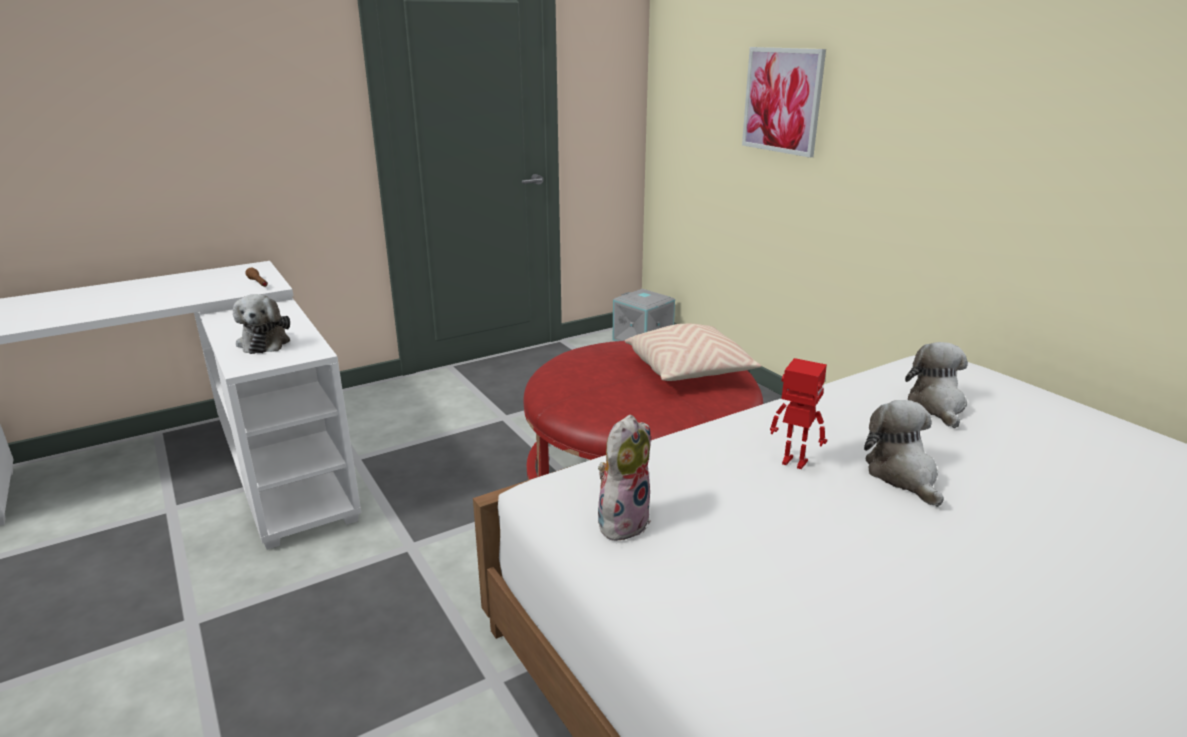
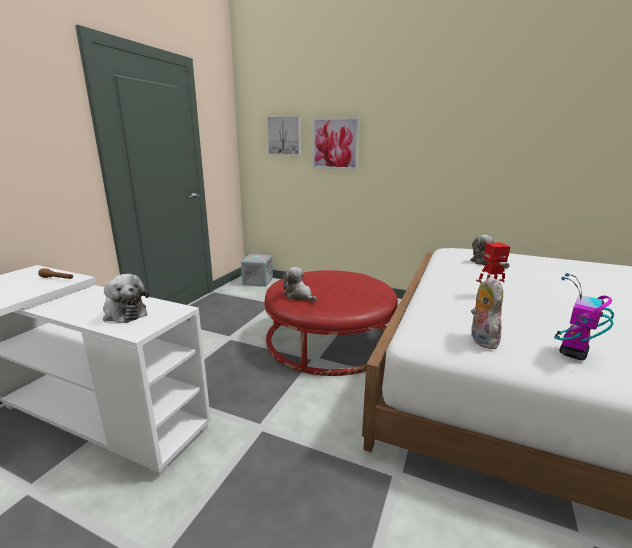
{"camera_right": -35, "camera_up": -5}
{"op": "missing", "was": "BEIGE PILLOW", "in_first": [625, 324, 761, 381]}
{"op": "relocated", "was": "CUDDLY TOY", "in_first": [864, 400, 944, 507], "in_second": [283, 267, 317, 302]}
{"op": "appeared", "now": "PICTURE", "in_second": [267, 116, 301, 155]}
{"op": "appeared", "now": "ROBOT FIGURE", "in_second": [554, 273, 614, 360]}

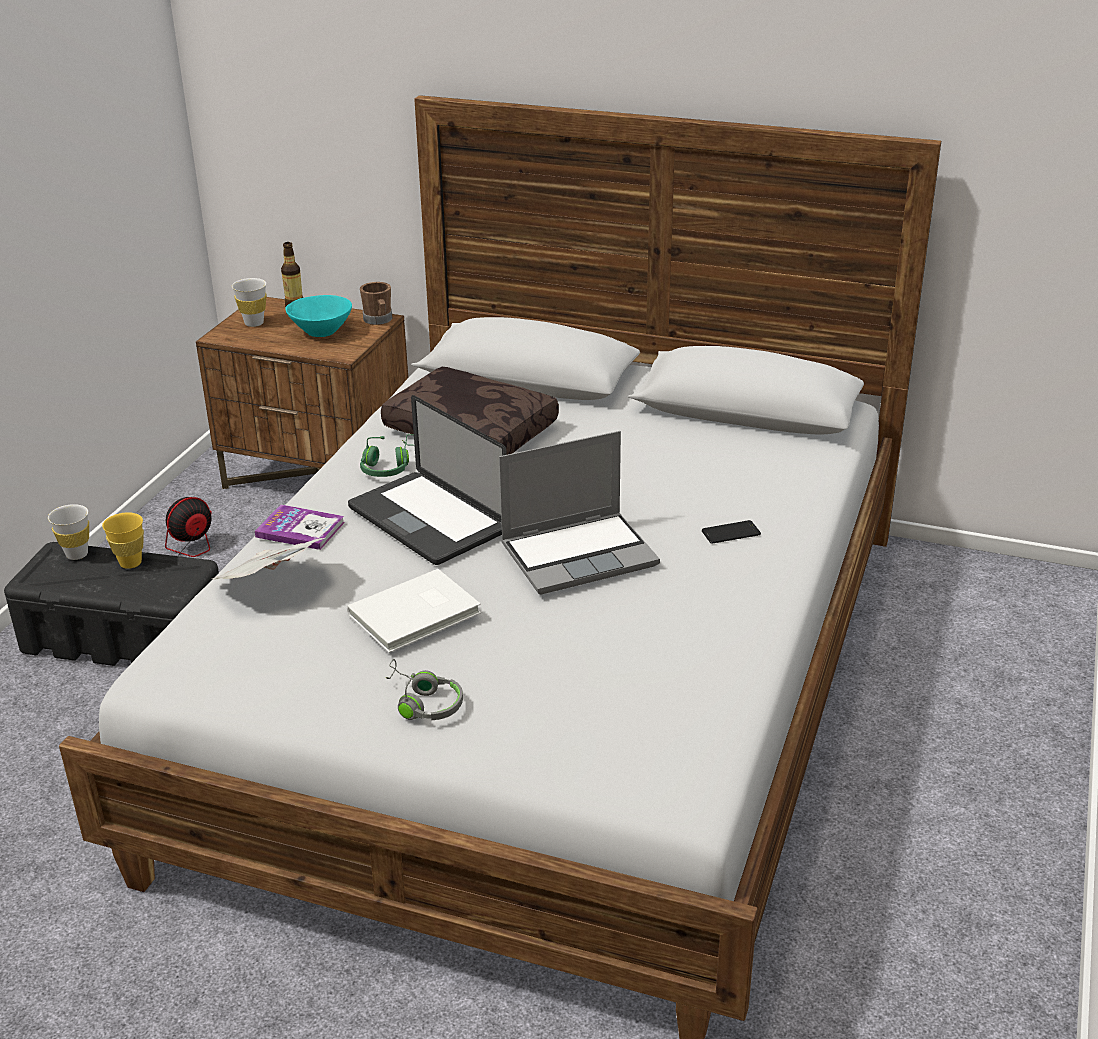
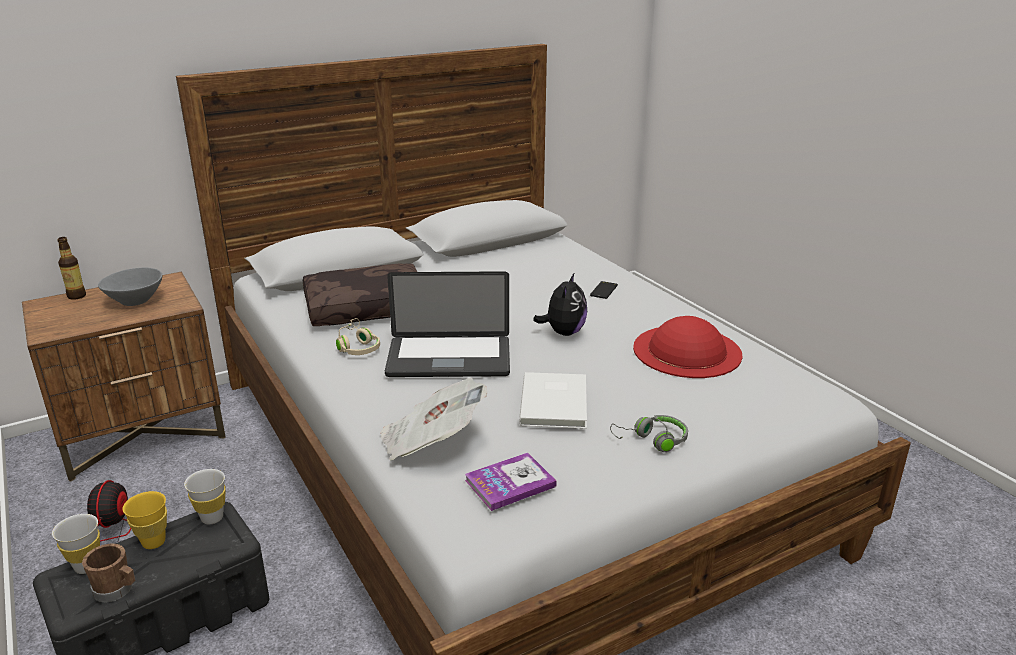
{"camera_right": -50, "camera_up": -5}
{"op": "relocated", "was": "WHITE DRINKING CUP", "in_first": [232, 278, 267, 327], "in_second": [184, 469, 226, 524]}
{"op": "relocated", "was": "BROWN-COLOURED TEA MUG", "in_first": [360, 282, 392, 325], "in_second": [82, 543, 135, 603]}
{"op": "colour", "was": "TURQUOISE DEEP DISH", "now": "GREY DEEP DISH", "in_first": [285, 295, 352, 337], "in_second": [98, 267, 162, 306]}
{"op": "exchanged", "was": "PORTABLE COMPUTER", "now": "CUDDLY TOY", "in_first": [499, 431, 660, 595], "in_second": [533, 272, 587, 336]}
{"op": "colour", "was": "GREENISH HEADSET", "now": "BEIGE HEADSET", "in_first": [360, 434, 414, 477], "in_second": [336, 318, 380, 355]}
{"op": "relocated", "was": "BOUND BOOK", "in_first": [255, 505, 345, 550], "in_second": [465, 452, 557, 511]}
{"op": "appeared", "now": "RED-COLOURED HAT", "in_second": [633, 316, 743, 378]}

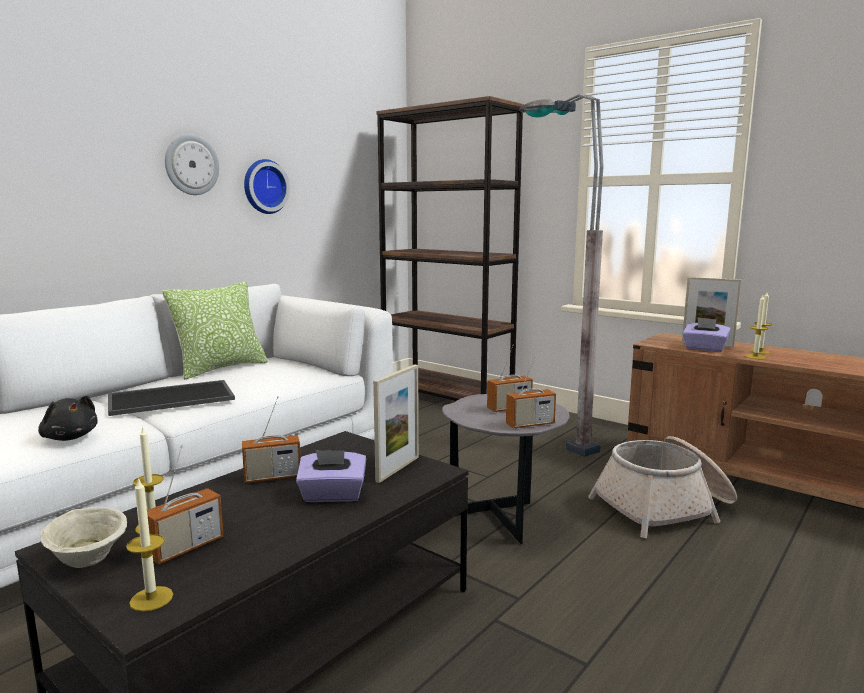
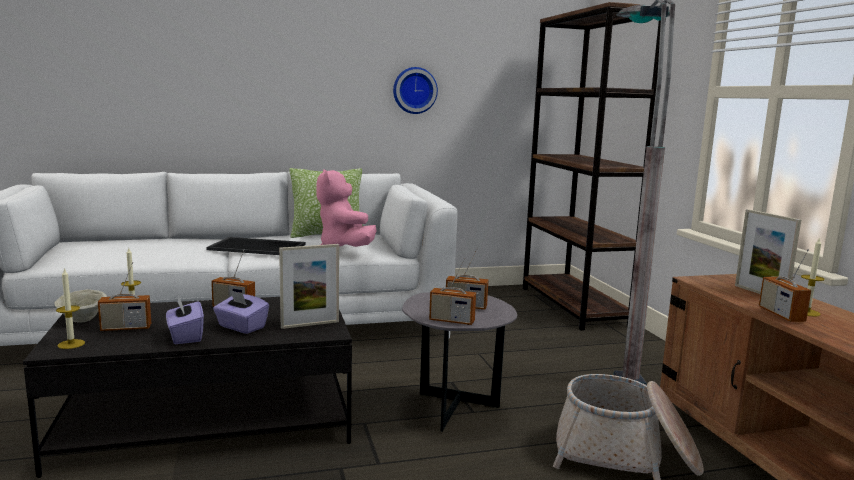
{"camera_right": 35, "camera_up": 0}
{"op": "missing", "was": "WALL CLOCK", "in_first": [165, 134, 219, 195]}
{"op": "exchanged", "was": "CANDLE", "now": "RADIO", "in_first": [745, 295, 768, 359], "in_second": [759, 249, 811, 322]}
{"op": "relocated", "was": "PURPLE TISSUE HOLDER", "in_first": [683, 317, 731, 352], "in_second": [166, 295, 204, 344]}
{"op": "missing", "was": "BLACKISH CUDDLY TOY", "in_first": [38, 396, 98, 441]}
{"op": "appeared", "now": "PINKISH CUDDLY TOY", "in_second": [316, 169, 376, 247]}

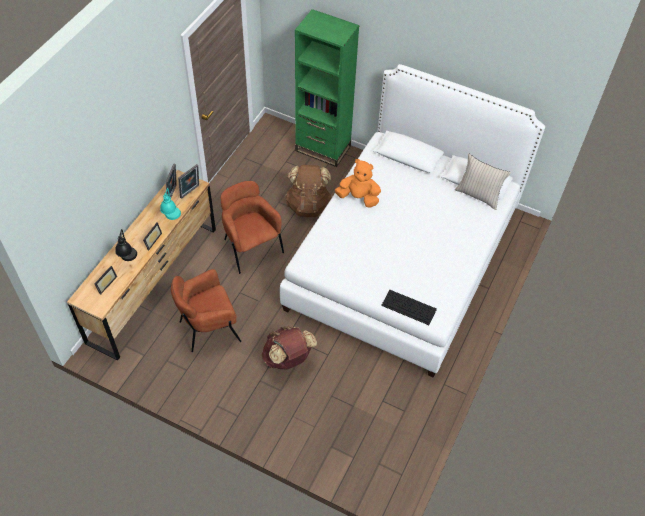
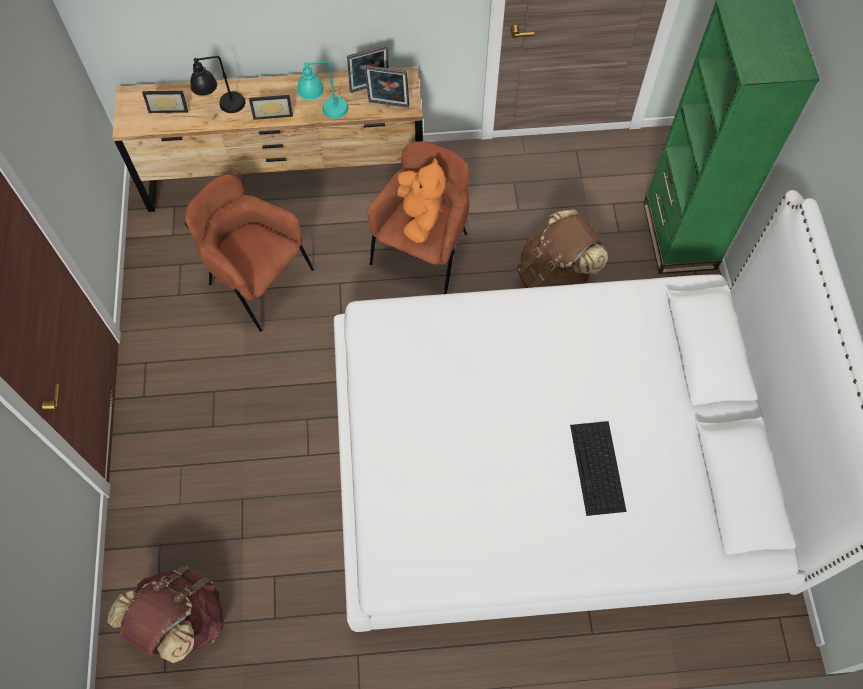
{"camera_right": 60, "camera_up": 10}
{"op": "missing", "was": "BEIGE PILLOW", "in_first": [455, 154, 511, 210]}
{"op": "relocated", "was": "ORANGE CUDDLY TOY", "in_first": [335, 159, 381, 208], "in_second": [397, 157, 445, 243]}
{"op": "relocated", "was": "PC KEYBOARD", "in_first": [381, 290, 437, 325], "in_second": [570, 421, 627, 516]}
{"op": "relocated", "was": "BROWN-COLOURED KNAPSACK", "in_first": [262, 326, 317, 369], "in_second": [107, 565, 224, 663]}

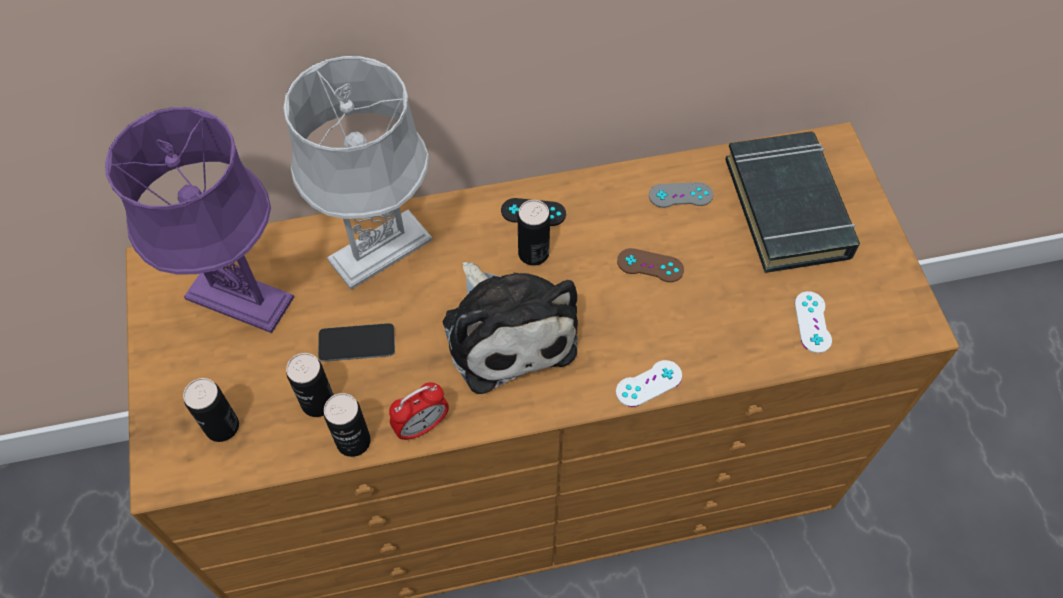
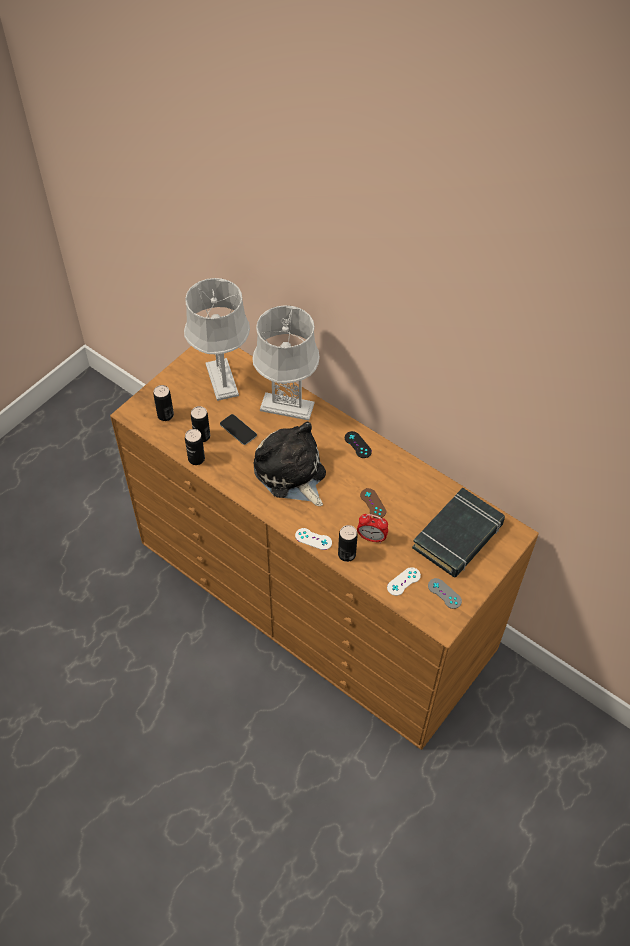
{"camera_right": 50, "camera_up": -5}
{"op": "colour", "was": "PURPLE TABLETOP LAMP", "now": "GREY TABLETOP LAMP", "in_first": [105, 107, 294, 333], "in_second": [184, 278, 250, 401]}
{"op": "relocated", "was": "GREY GAMEPAD", "in_first": [649, 182, 713, 208], "in_second": [428, 578, 462, 609]}
{"op": "relocated", "was": "METAL CAN", "in_first": [517, 200, 550, 266], "in_second": [338, 525, 358, 562]}
{"op": "spun", "was": "CUDDLY TOY", "in_first": [443, 262, 578, 394], "in_second": [254, 422, 326, 506], "clockwise": 120}
{"op": "relocated", "was": "ALARM CLOCK", "in_first": [389, 382, 449, 441], "in_second": [357, 514, 388, 543]}

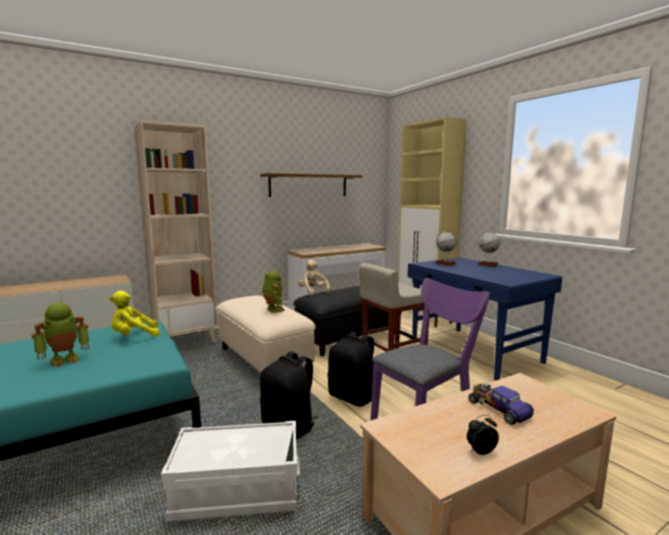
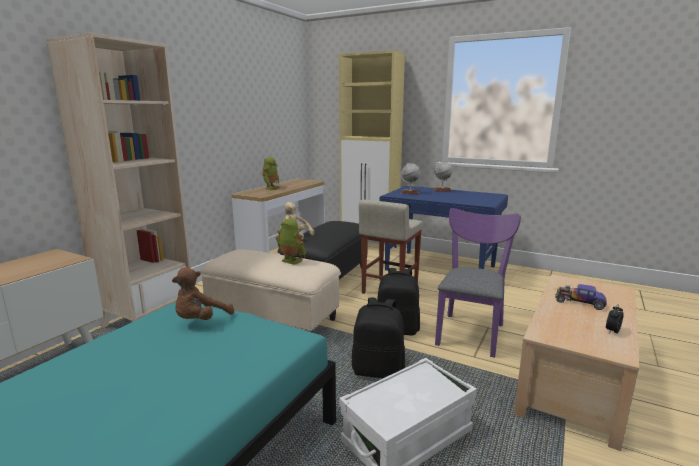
{"camera_right": -30, "camera_up": 5}
{"op": "missing", "was": "SHELF", "in_first": [260, 173, 362, 197]}
{"op": "colour", "was": "YELLOW-COLOURED CUDDLY TOY", "now": "BROWN-COLOURED CUDDLY TOY", "in_first": [109, 291, 160, 337], "in_second": [172, 267, 234, 320]}
{"op": "relocated", "was": "ROBOT FIGURE", "in_first": [32, 302, 90, 367], "in_second": [262, 157, 280, 190]}

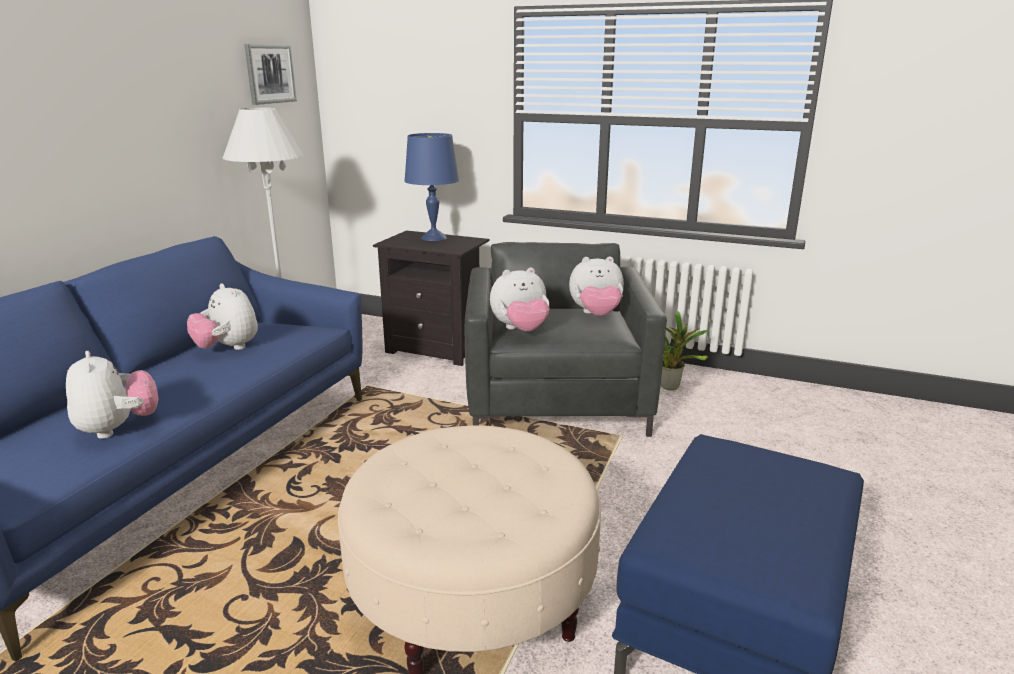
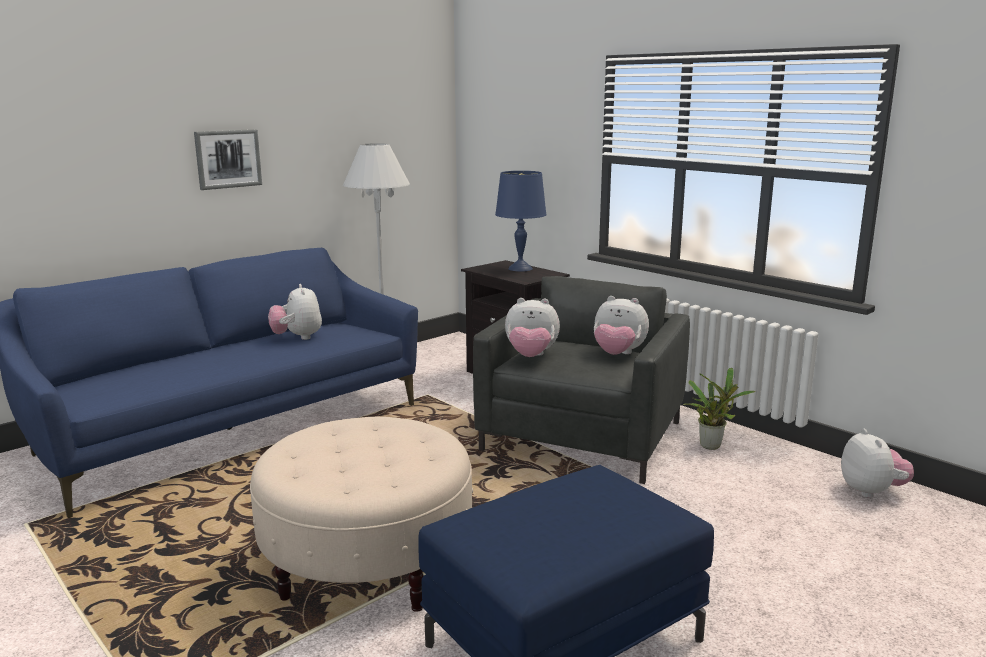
{"camera_right": 25, "camera_up": -5}
{"op": "relocated", "was": "PICTURE", "in_first": [244, 44, 297, 105], "in_second": [194, 129, 262, 190]}
{"op": "relocated", "was": "CUDDLY TOY", "in_first": [66, 351, 158, 439], "in_second": [841, 429, 914, 498]}

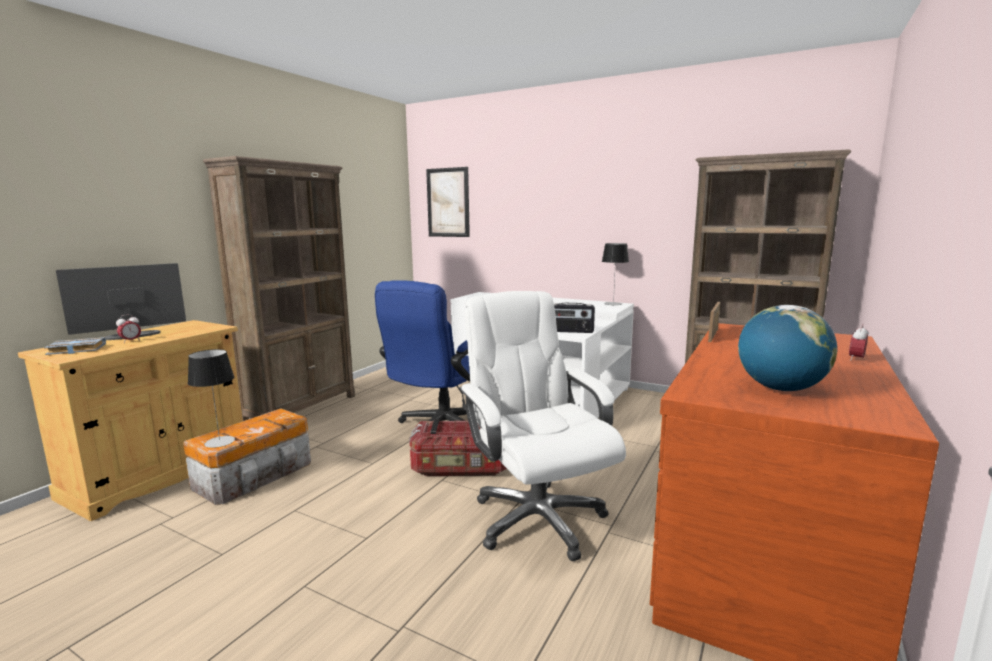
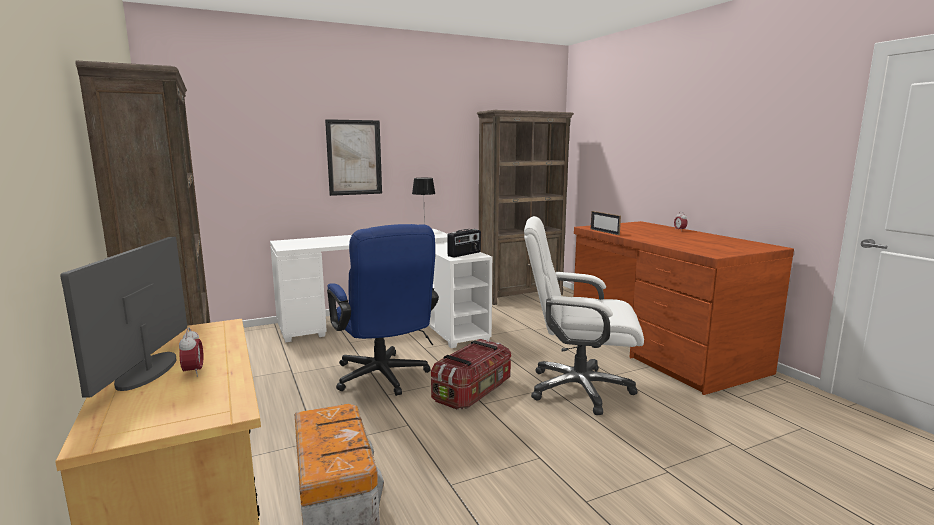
{"camera_right": -55, "camera_up": 0}
{"op": "relocated", "was": "PICTURE", "in_first": [426, 167, 470, 237], "in_second": [325, 119, 382, 196]}
{"op": "missing", "was": "GLOBE", "in_first": [738, 305, 837, 391]}
{"op": "missing", "was": "GREY BOUND BOOK", "in_first": [44, 337, 106, 355]}
{"op": "missing", "was": "TABLETOP LAMP", "in_first": [188, 349, 235, 448]}

